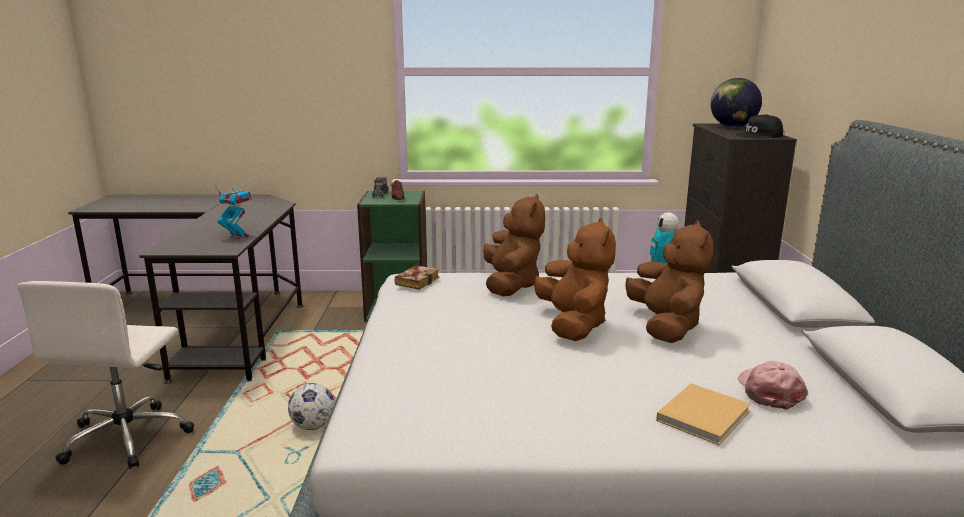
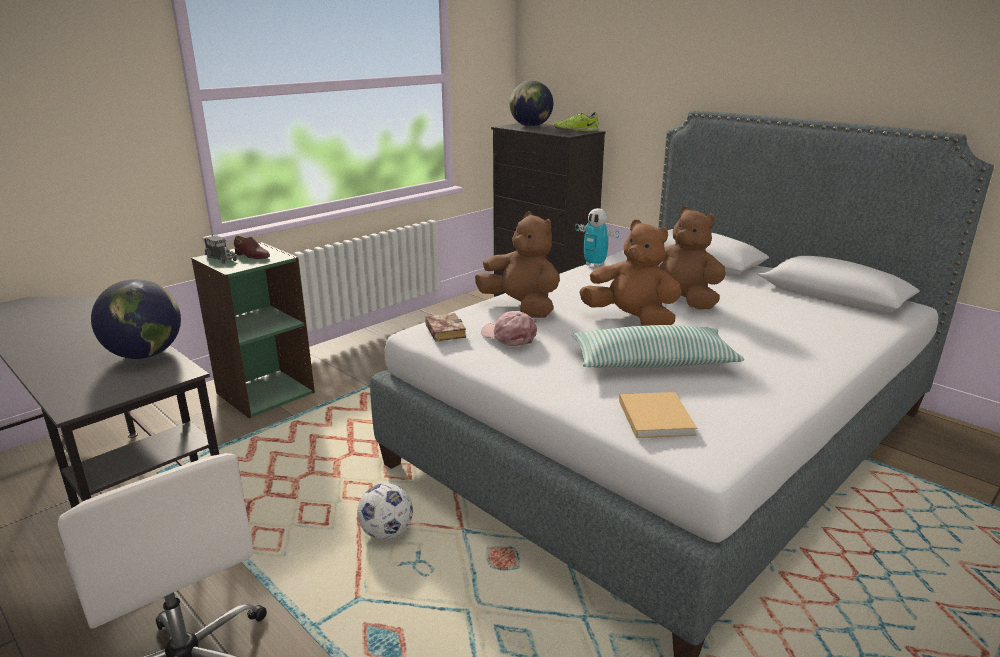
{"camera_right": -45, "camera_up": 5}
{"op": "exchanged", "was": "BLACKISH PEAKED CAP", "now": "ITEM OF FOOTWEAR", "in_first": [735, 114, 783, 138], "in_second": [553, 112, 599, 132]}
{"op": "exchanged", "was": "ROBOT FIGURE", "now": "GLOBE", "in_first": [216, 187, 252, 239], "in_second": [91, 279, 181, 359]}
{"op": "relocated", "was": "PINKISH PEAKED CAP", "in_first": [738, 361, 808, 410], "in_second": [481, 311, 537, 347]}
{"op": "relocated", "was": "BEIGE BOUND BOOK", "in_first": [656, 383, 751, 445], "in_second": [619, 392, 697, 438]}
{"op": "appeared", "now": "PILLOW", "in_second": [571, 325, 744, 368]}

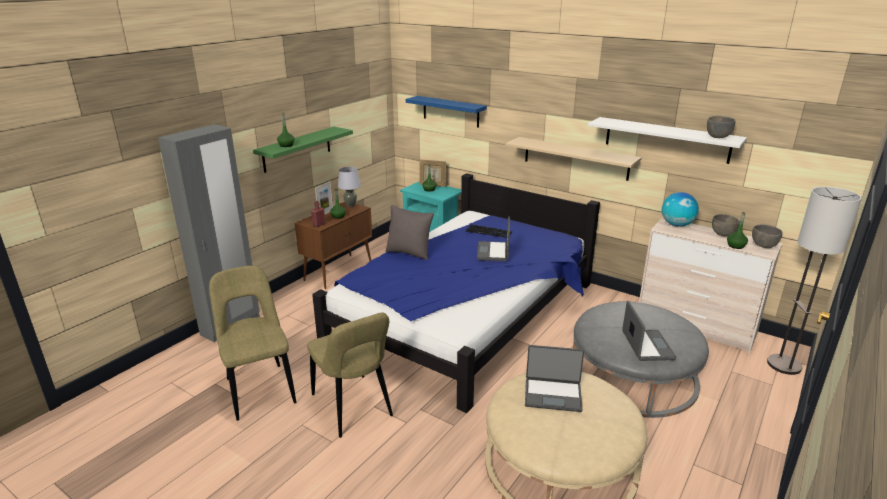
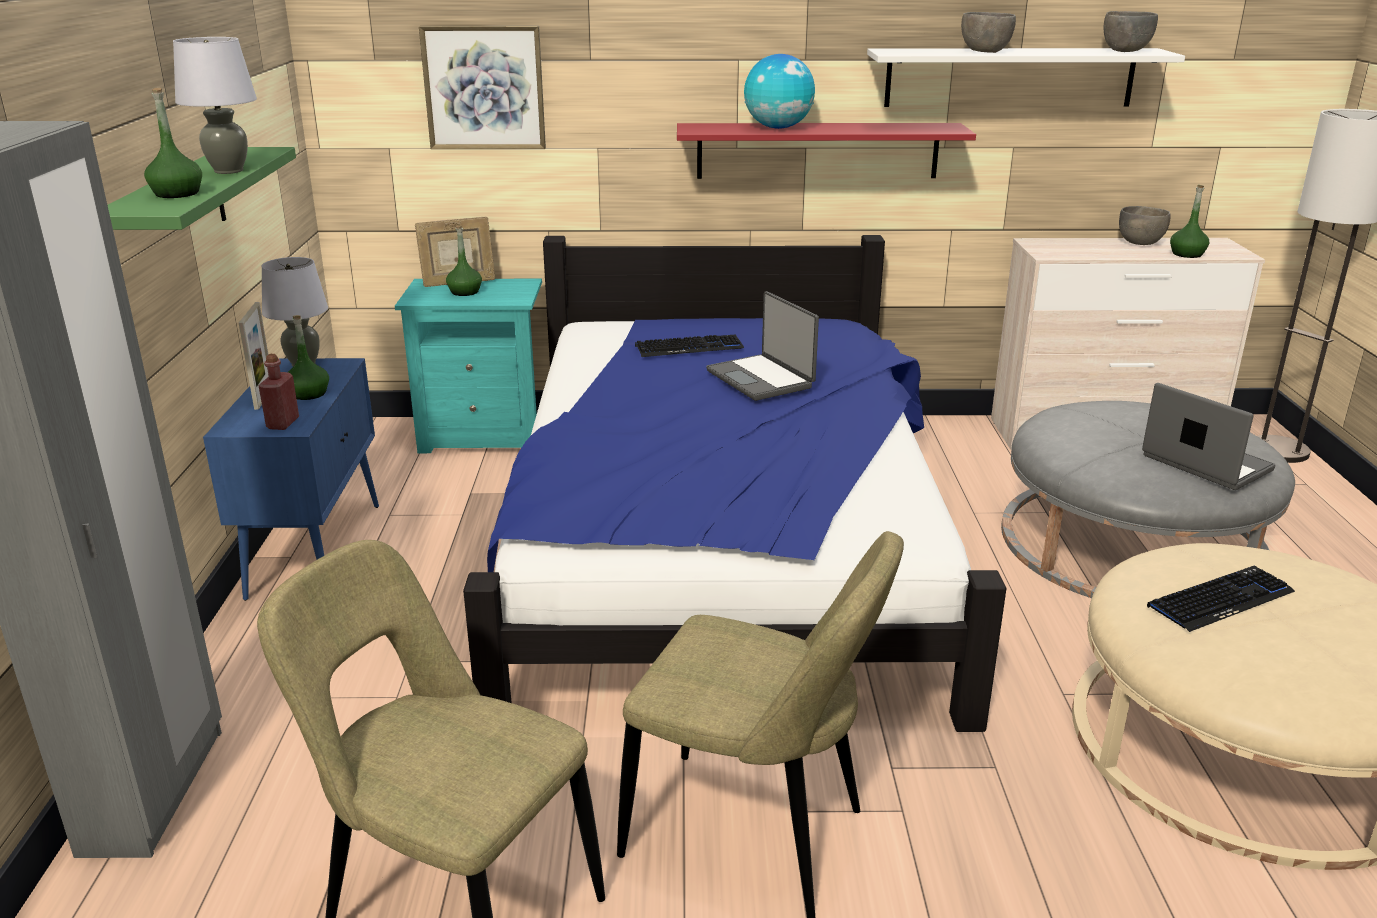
{"camera_right": -35, "camera_up": 0}
{"op": "exchanged", "was": "BLUE SHELF", "now": "PICTURE", "in_first": [406, 96, 487, 128], "in_second": [419, 26, 546, 149]}
{"op": "colour", "was": "BEIGE SHELF", "now": "RED-COLOURED SHELF", "in_first": [505, 137, 642, 181], "in_second": [677, 123, 976, 179]}
{"op": "relocated", "was": "GLOBE", "in_first": [661, 192, 699, 227], "in_second": [744, 54, 815, 129]}
{"op": "colour", "was": "BROWN-COLOURED STORAGE CABINET", "now": "BLUE STORAGE CABINET", "in_first": [295, 202, 372, 289], "in_second": [203, 358, 379, 601]}
{"op": "missing", "was": "GREY PILLOW", "in_first": [385, 205, 434, 261]}
{"op": "relocated", "was": "GREY DEEP DISH", "in_first": [752, 225, 783, 248], "in_second": [961, 12, 1016, 53]}
{"op": "exchanged", "was": "PORTABLE COMPUTER", "now": "PC KEYBOARD", "in_first": [525, 345, 584, 412], "in_second": [1147, 566, 1295, 632]}
{"op": "appeared", "now": "GREY TABLETOP LAMP", "in_second": [173, 37, 257, 174]}

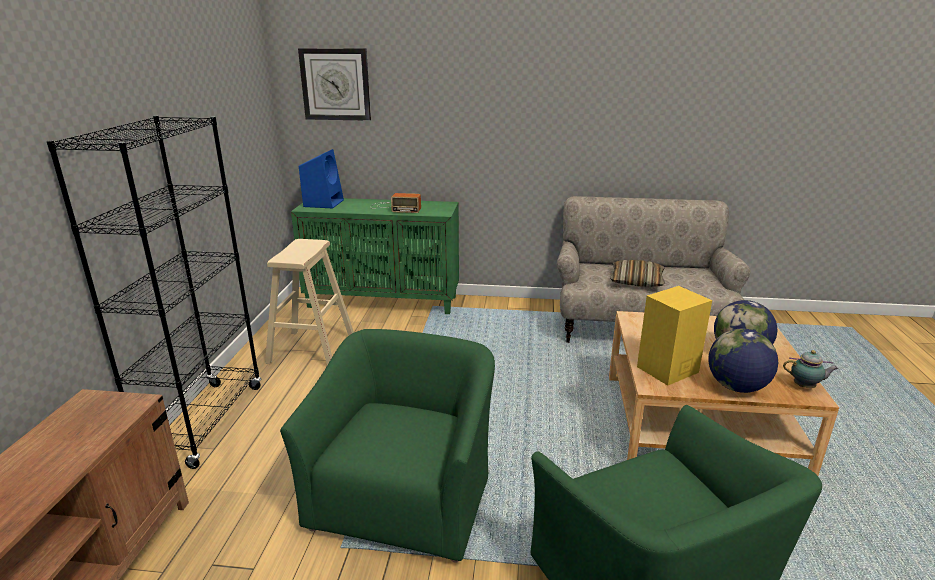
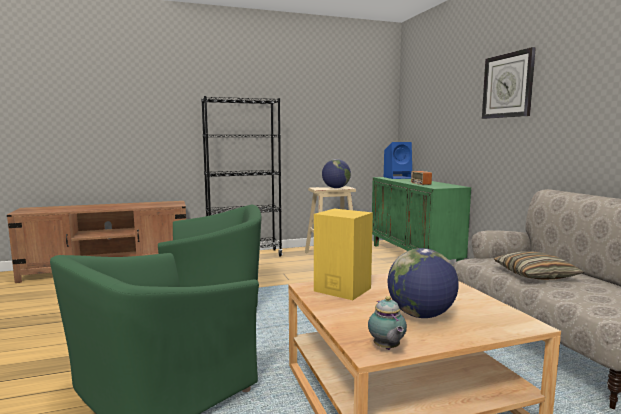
{"camera_right": 65, "camera_up": -15}
{"op": "relocated", "was": "WALL CLOCK", "in_first": [298, 48, 371, 121], "in_second": [482, 47, 536, 119]}
{"op": "relocated", "was": "GLOBE", "in_first": [708, 329, 778, 393], "in_second": [322, 159, 351, 188]}

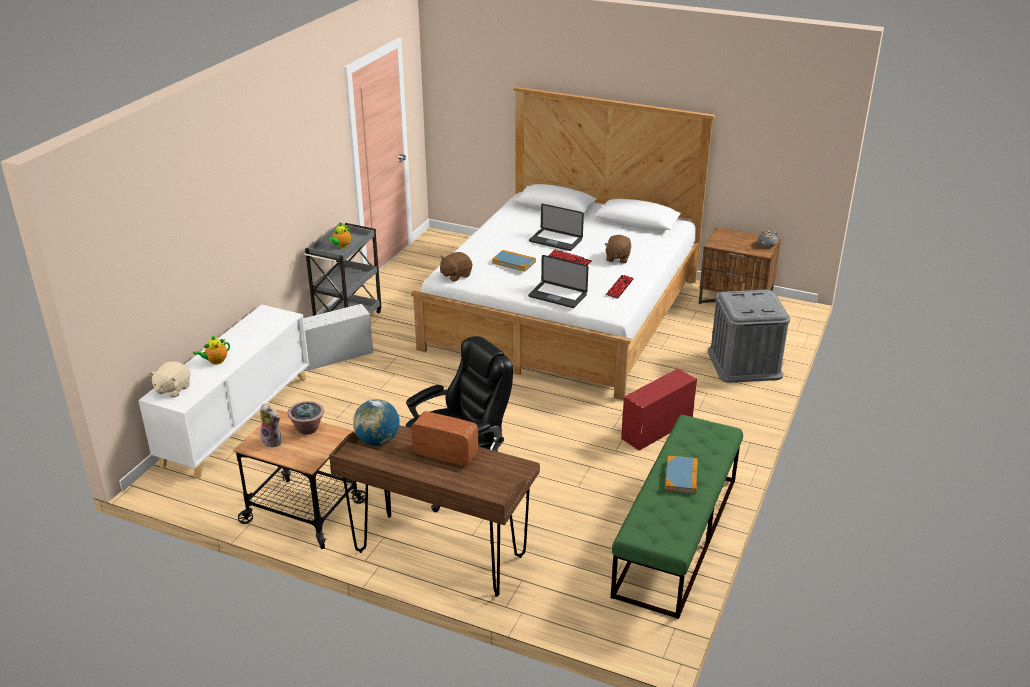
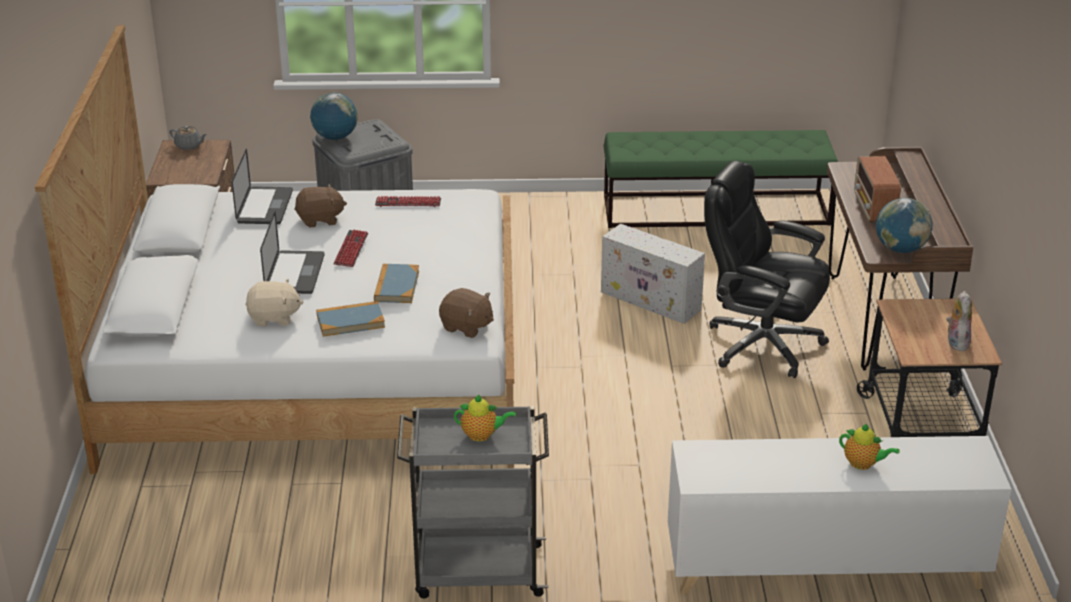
{"camera_right": -115, "camera_up": 0}
{"op": "relocated", "was": "PORTABLE COMPUTER", "in_first": [528, 255, 588, 308], "in_second": [232, 149, 293, 224]}
{"op": "relocated", "was": "WHITE STORAGE CONTAINER", "in_first": [303, 304, 373, 371], "in_second": [601, 224, 705, 324]}
{"op": "relocated", "was": "BEIGE CUDDLY TOY", "in_first": [150, 361, 190, 397], "in_second": [245, 279, 304, 326]}
{"op": "missing", "was": "RED-COLOURED STORAGE CONTAINER", "in_first": [621, 369, 697, 451]}
{"op": "missing", "was": "HOUSEPLANT", "in_first": [288, 401, 324, 435]}
{"op": "relocated", "was": "BOUND BOOK", "in_first": [665, 456, 698, 494], "in_second": [316, 301, 385, 337]}
{"op": "appeared", "now": "GLOBE", "in_second": [310, 93, 358, 140]}

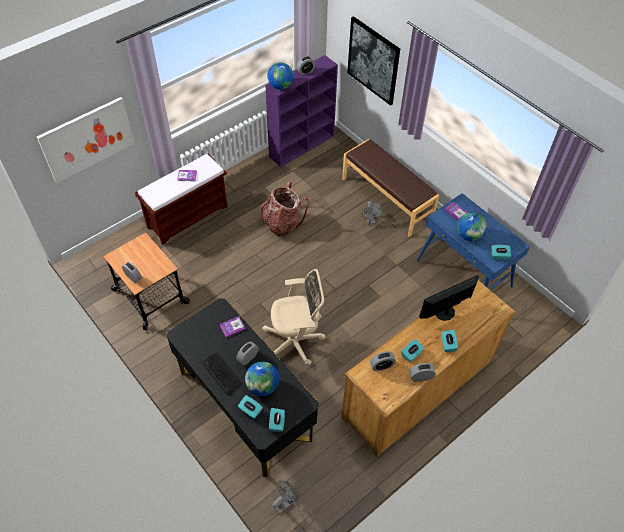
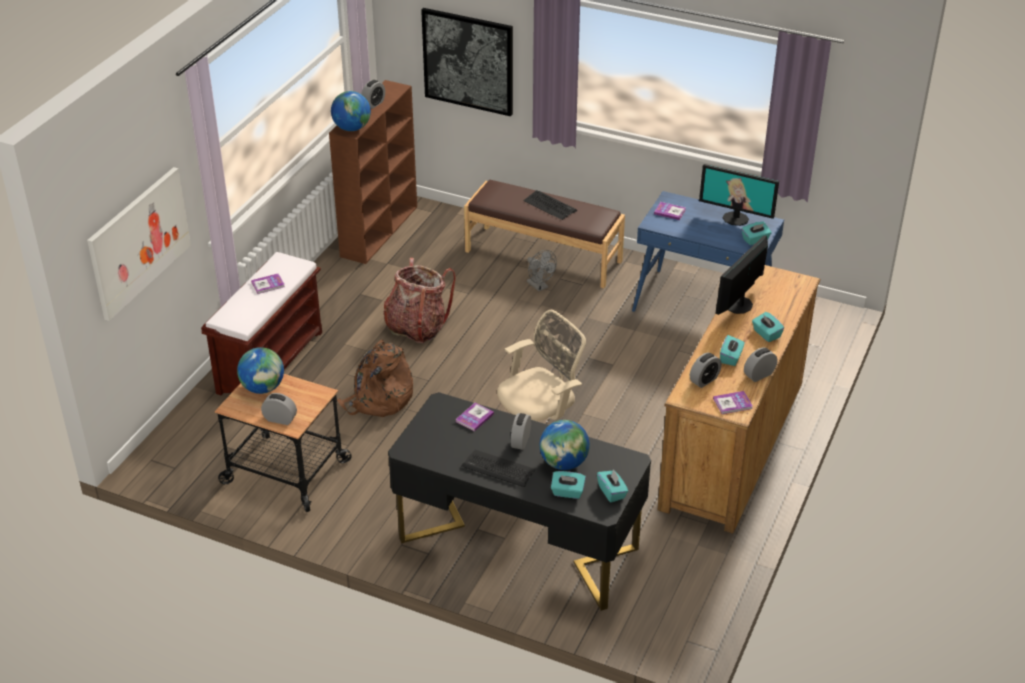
{"camera_right": -25, "camera_up": -15}
{"op": "colour", "was": "PURPLE BOOKSHELF", "now": "BROWN-COLOURED BOOKSHELF", "in_first": [265, 55, 338, 167], "in_second": [329, 80, 417, 264]}
{"op": "relocated", "was": "GLOBE", "in_first": [457, 212, 487, 241], "in_second": [237, 347, 284, 394]}
{"op": "missing", "was": "GREY ELECTRIC FAN", "in_first": [272, 481, 299, 514]}
{"op": "appeared", "now": "COMPUTER DISPLAY", "in_second": [699, 164, 779, 226]}
{"op": "appeared", "now": "PC KEYBOARD", "in_second": [524, 190, 577, 220]}
{"op": "appeared", "now": "BROWN-COLOURED KNAPSACK", "in_second": [337, 340, 413, 417]}
{"op": "appeared", "now": "BOUND BOOK", "in_second": [713, 391, 753, 414]}

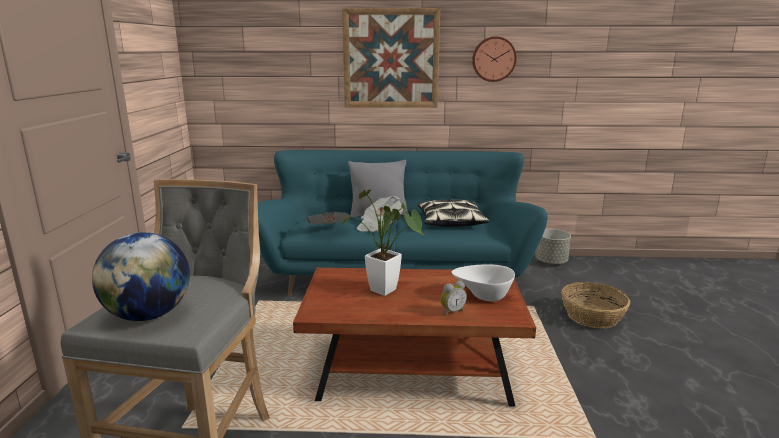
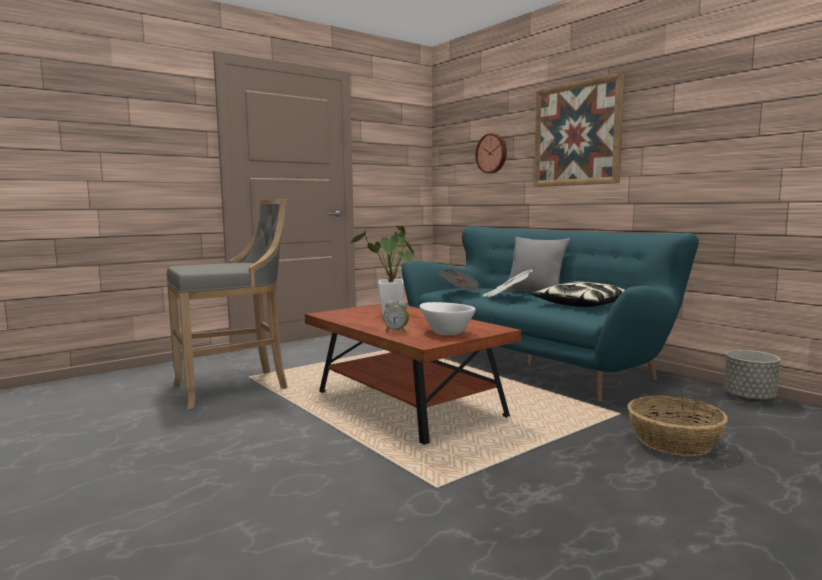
{"camera_right": 50, "camera_up": -10}
{"op": "relocated", "was": "WALL CLOCK", "in_first": [472, 36, 517, 82], "in_second": [475, 133, 507, 174]}
{"op": "missing", "was": "GLOBE", "in_first": [92, 232, 190, 321]}

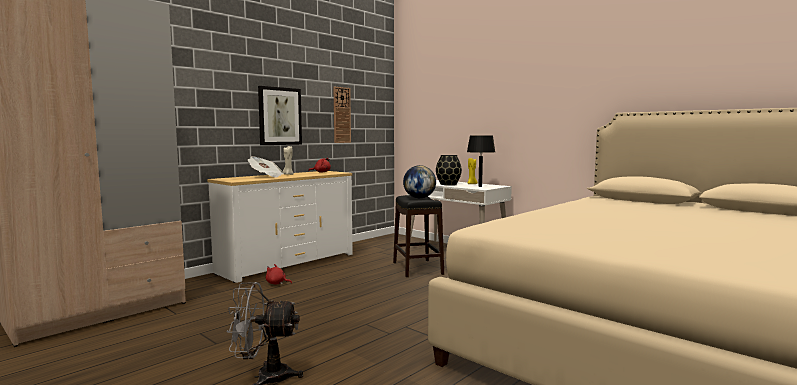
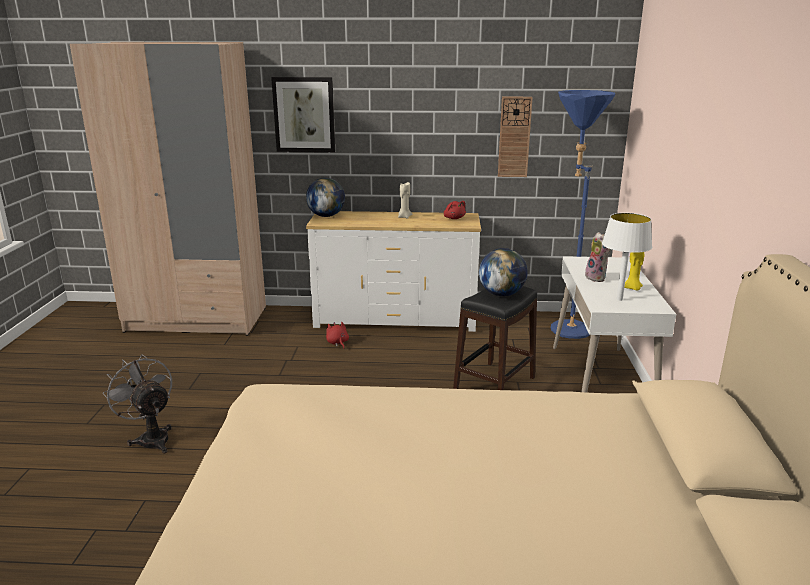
{"camera_right": 50, "camera_up": 15}
{"op": "relocated", "was": "PICTURE", "in_first": [258, 86, 302, 145], "in_second": [271, 77, 335, 152]}
{"op": "colour", "was": "BLACKISH TABLETOP LAMP", "now": "WHITE TABLETOP LAMP", "in_first": [467, 135, 495, 187], "in_second": [602, 213, 652, 301]}
{"op": "exchanged", "was": "BLACKISH VASE", "now": "CUDDLY TOY", "in_first": [436, 155, 462, 185], "in_second": [585, 232, 610, 282]}
{"op": "missing", "was": "NEWSPAPER", "in_first": [248, 156, 284, 178]}
{"op": "appeared", "now": "BLUE STANDING LAMP", "in_second": [551, 90, 615, 339]}
{"op": "appeared", "now": "GLOBE", "in_second": [306, 178, 345, 217]}

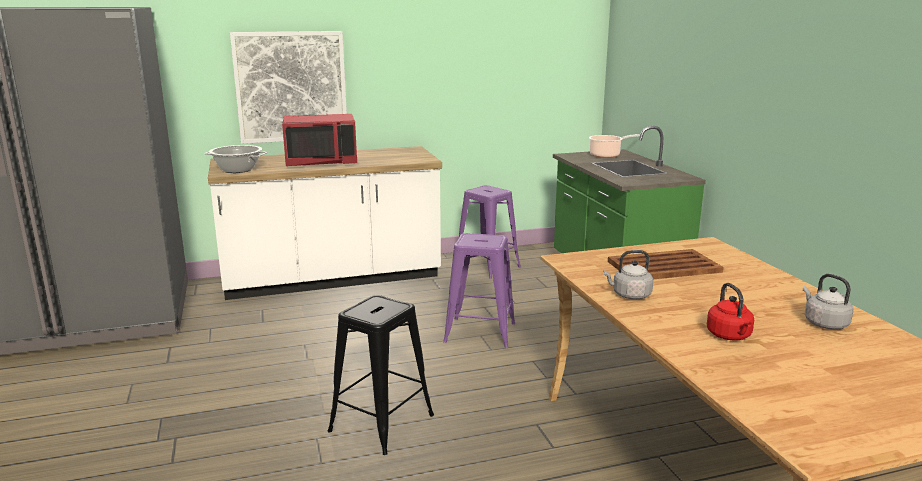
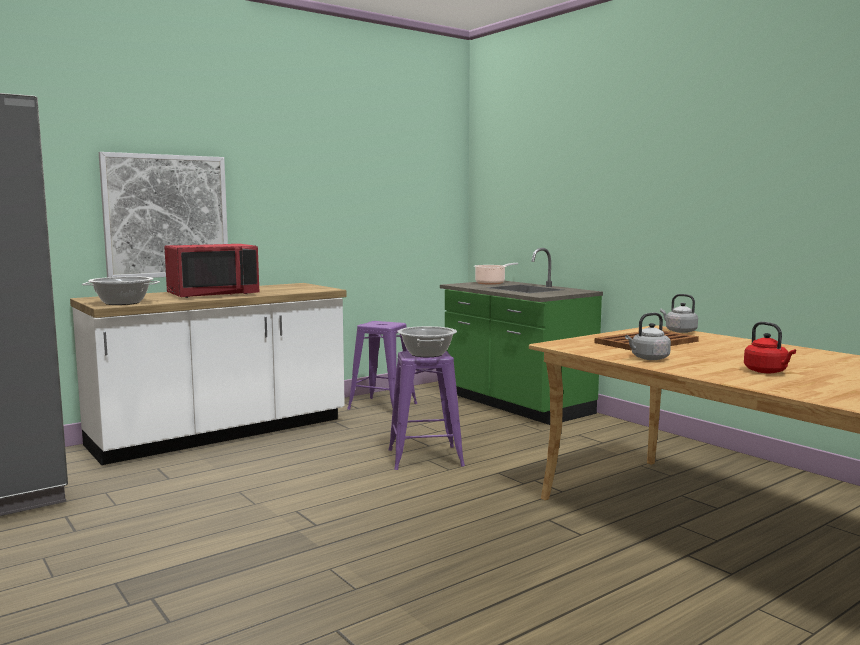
{"camera_right": -20, "camera_up": -10}
{"op": "relocated", "was": "GREY KETTLE", "in_first": [803, 274, 854, 330], "in_second": [660, 294, 698, 333]}
{"op": "missing", "was": "BLACKISH SITTING STOOL", "in_first": [328, 295, 434, 455]}
{"op": "appeared", "now": "COOKING POT", "in_second": [397, 326, 457, 357]}

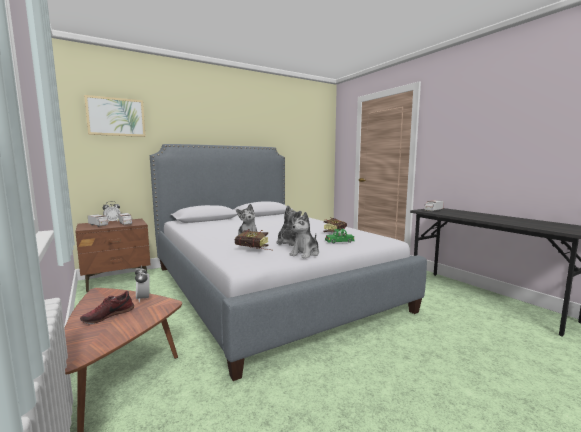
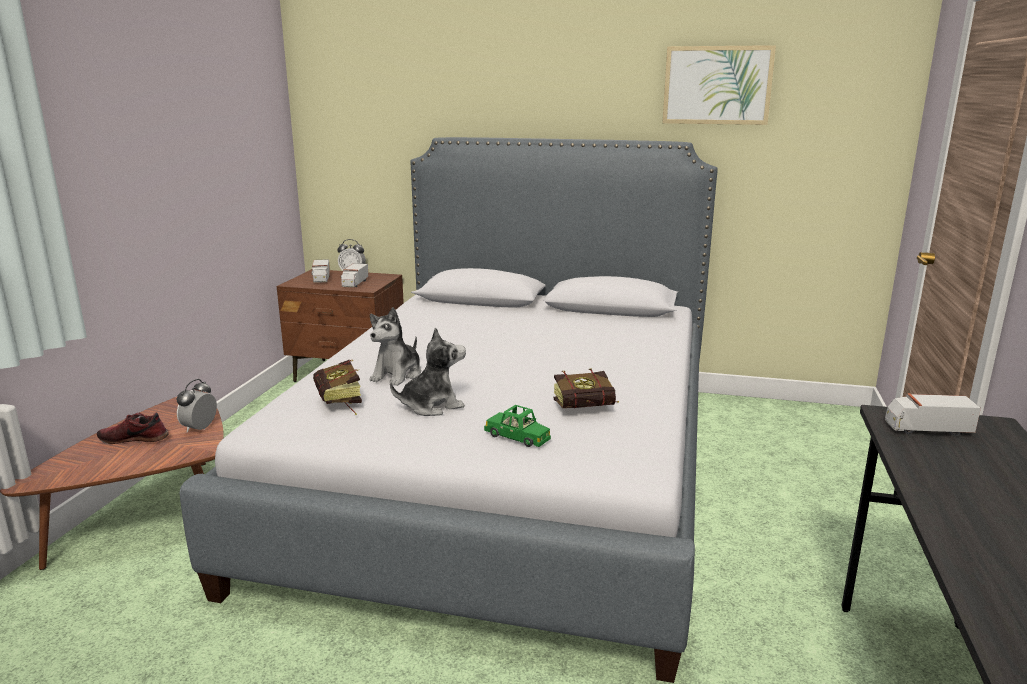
{"camera_right": 45, "camera_up": 10}
{"op": "relocated", "was": "PICTURE", "in_first": [84, 95, 146, 137], "in_second": [662, 45, 776, 125]}
{"op": "missing", "was": "CUDDLY TOY", "in_first": [289, 212, 319, 259]}

